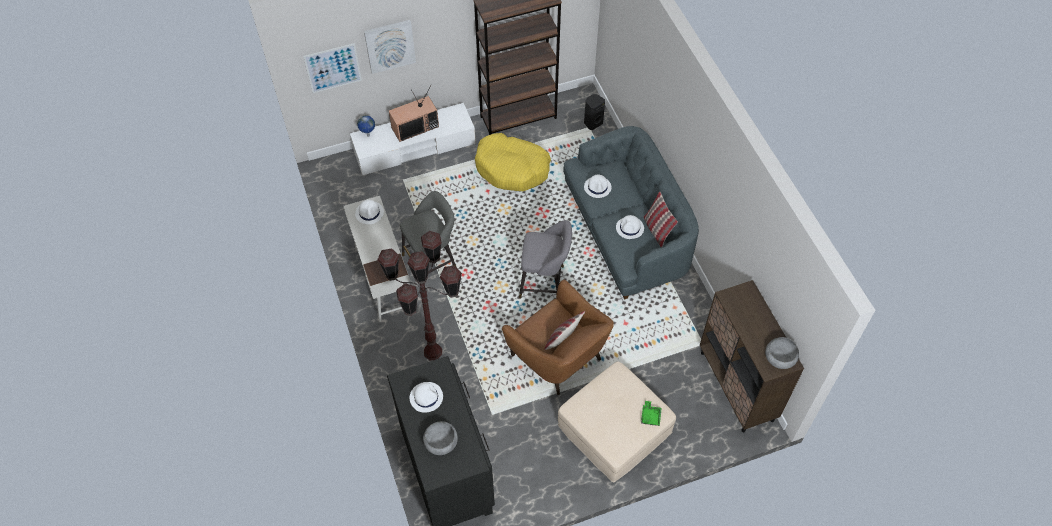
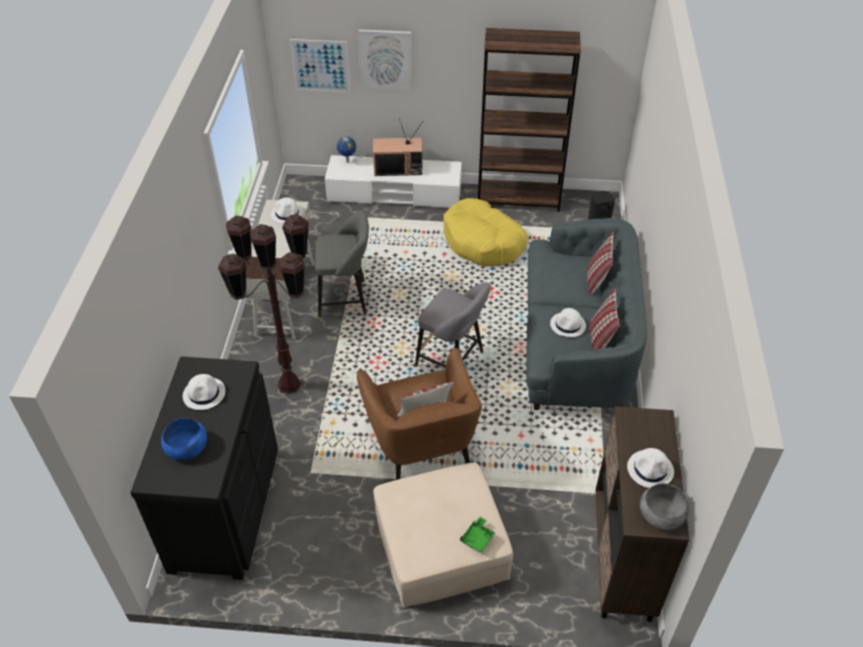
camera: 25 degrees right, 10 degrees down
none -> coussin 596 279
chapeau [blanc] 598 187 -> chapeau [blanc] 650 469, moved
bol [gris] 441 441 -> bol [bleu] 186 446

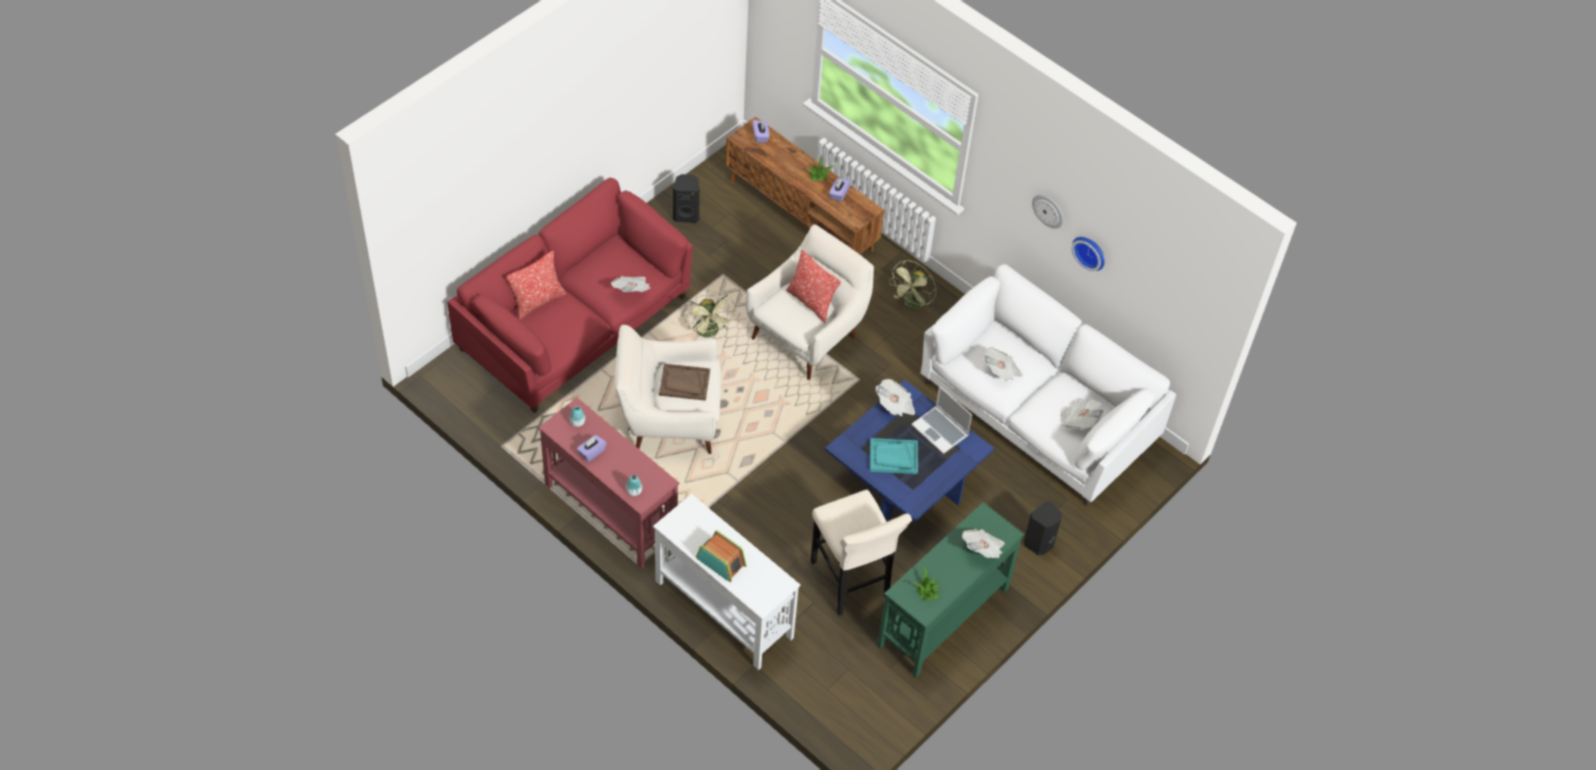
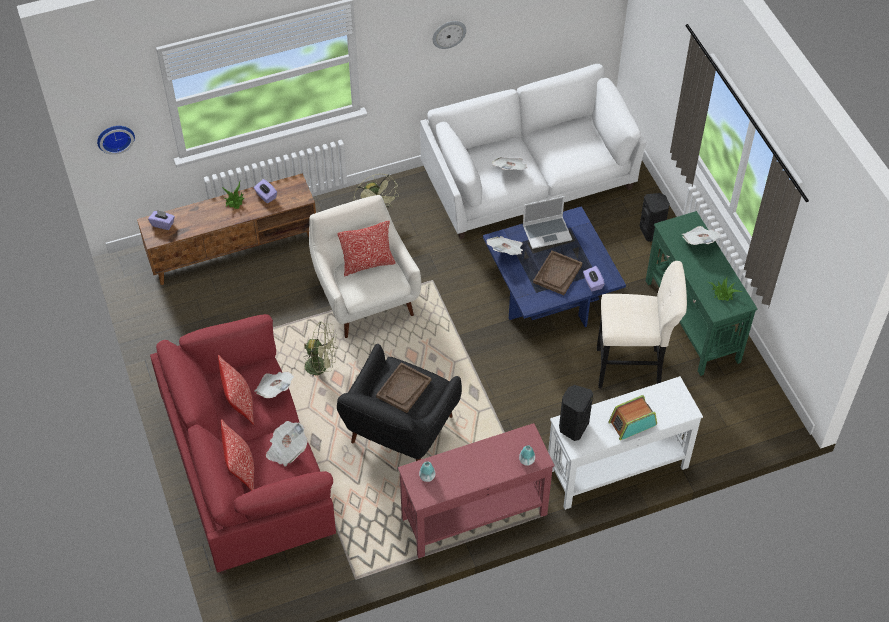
camera: 60 degrees left, 0 degrees up
none -> coussin 239 404
boîte à mouchoirs [violet] 591 452 -> boîte à mouchoirs [violet] 592 283, moved
enceinte [noir] 686 214 -> enceinte [noir] 573 427, moved
journal 1078 420 -> journal 286 449, moved
horloge murale 1090 251 -> horloge murale 115 137, moved
fauteuil [blanc] 669 420 -> fauteuil [noir] 399 434
plateau [turquoise] 893 457 -> plateau [marron] 557 274

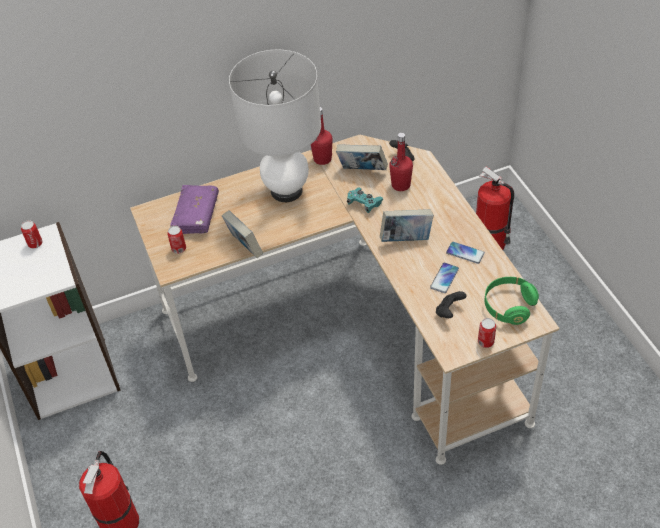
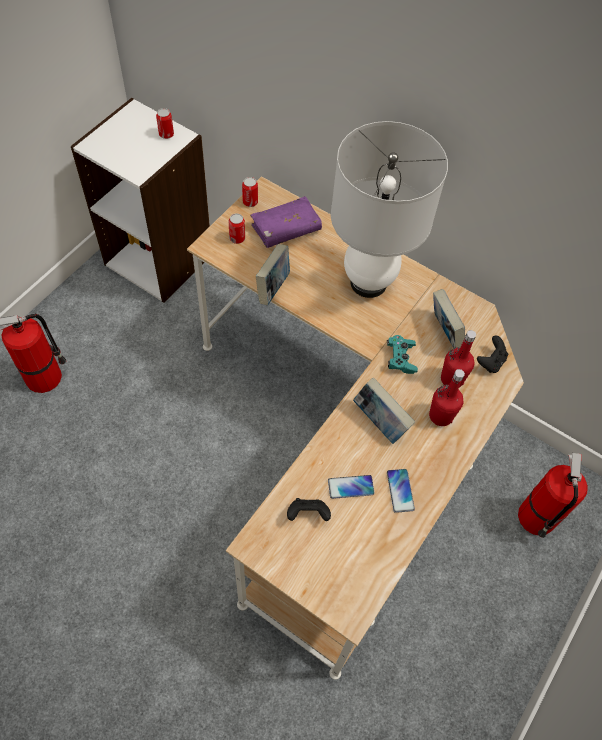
camera: 50 degrees right, 10 degrees up
casque audio [vert] 508 306 -> none
bouteille [rouge] 322 159 -> bouteille [rouge] 440 416, moved
boîte métallique 485 342 -> boîte métallique 250 202, moved

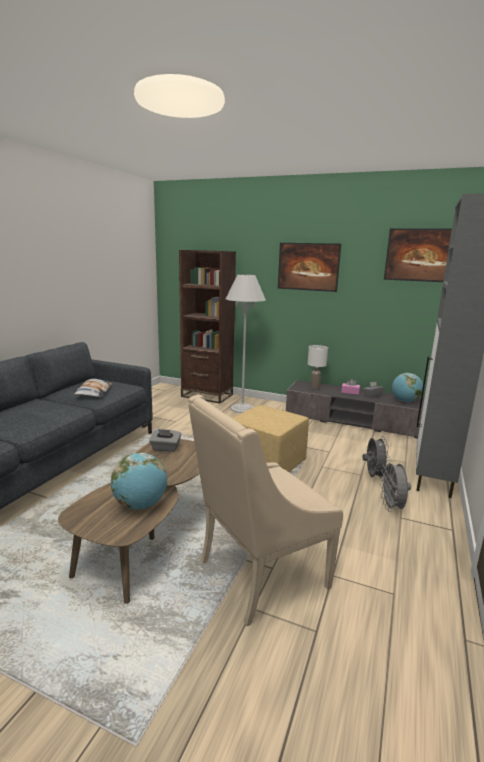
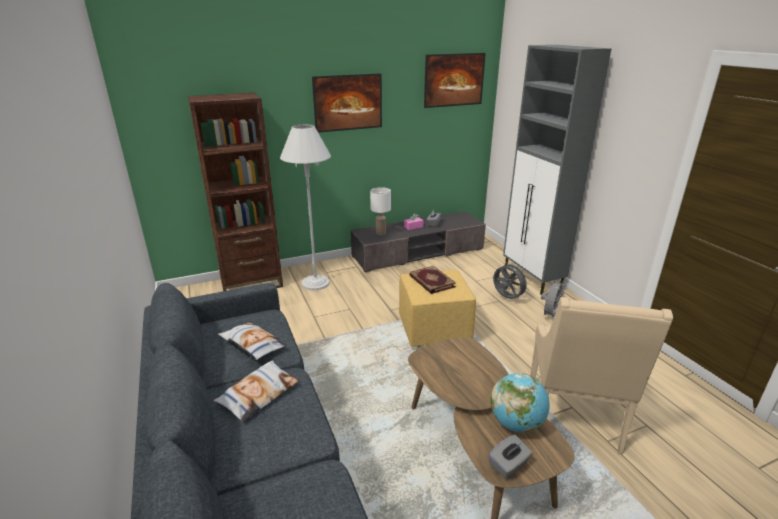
camera: 45 degrees left, 10 degrees up
globe 405 401 -> none
none -> coussin 258 394
none -> livre 431 281
boîte à mouchoirs [gris] 165 448 -> boîte à mouchoirs [gris] 508 465, moved
ventilateur [gris] 392 507 -> ventilateur [gris] 550 316, 105 degrees counterclockwise

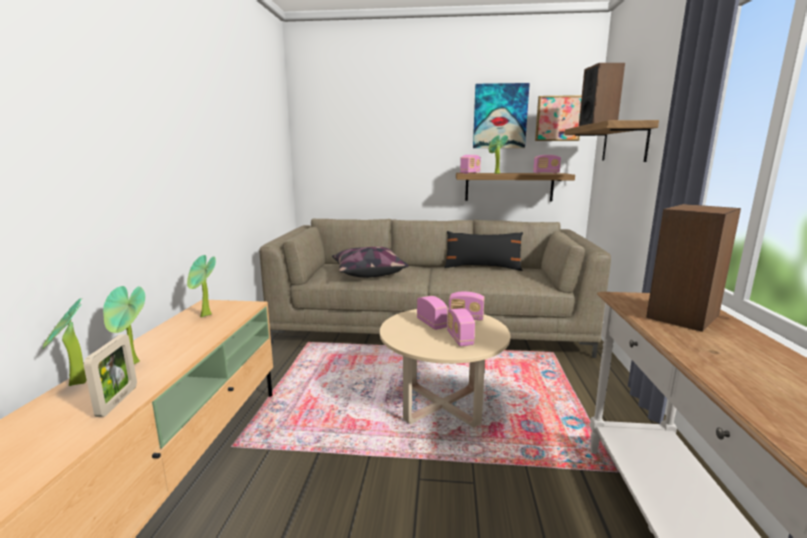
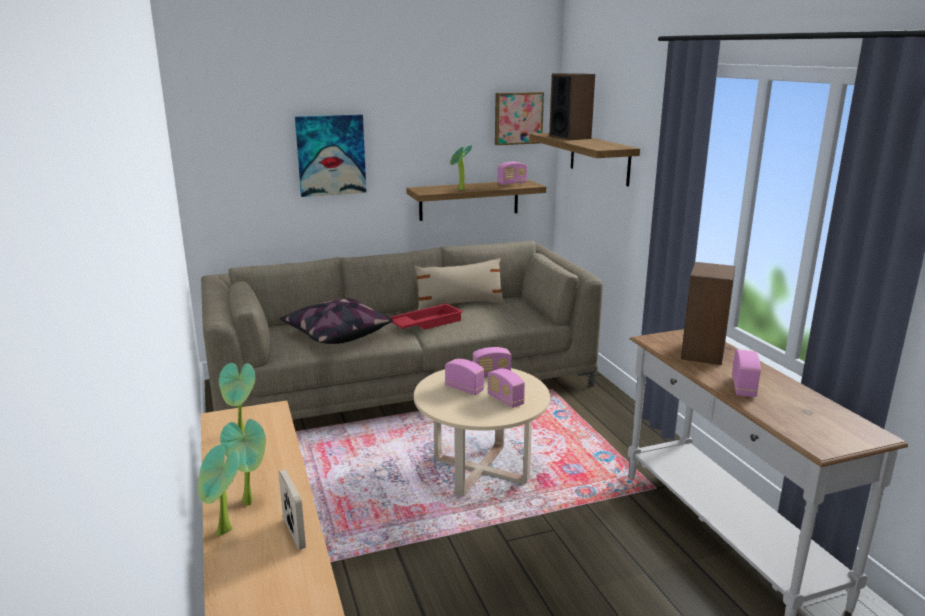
camera: 25 degrees left, 5 degrees up
none -> plateau [rouge] 425 323
radio 470 173 -> radio 743 387, moved
tableau 500 116 -> tableau 331 155, moved
coussin [noir] 482 267 -> coussin [beige] 459 304

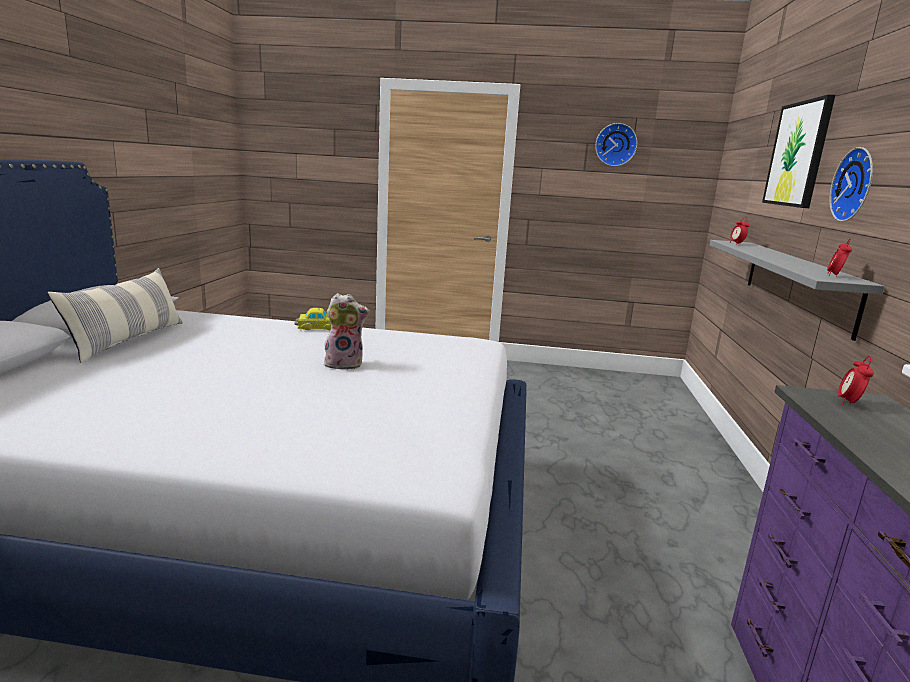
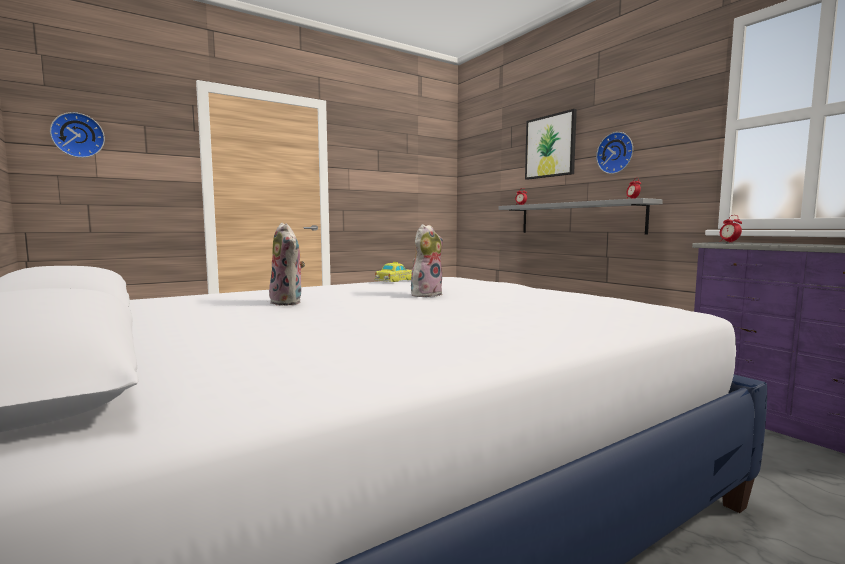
camera: 40 degrees left, 10 degrees down
coussin 128 340 -> none
none -> peluche 289 302
petite voiture 316 327 -> petite voiture 393 280, moved
horloge murale 615 145 -> horloge murale 78 135, moved

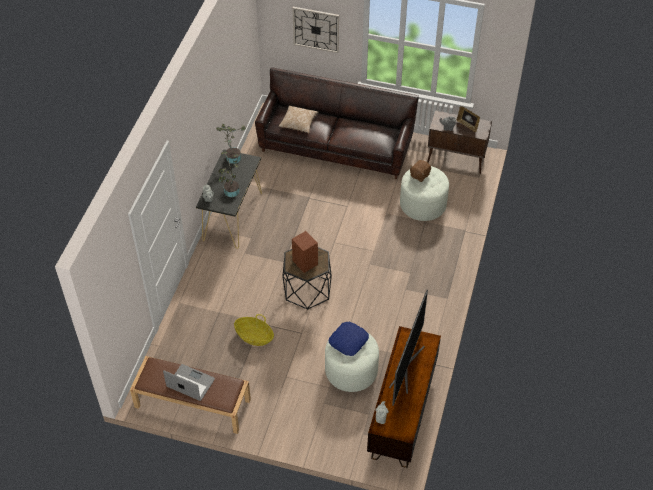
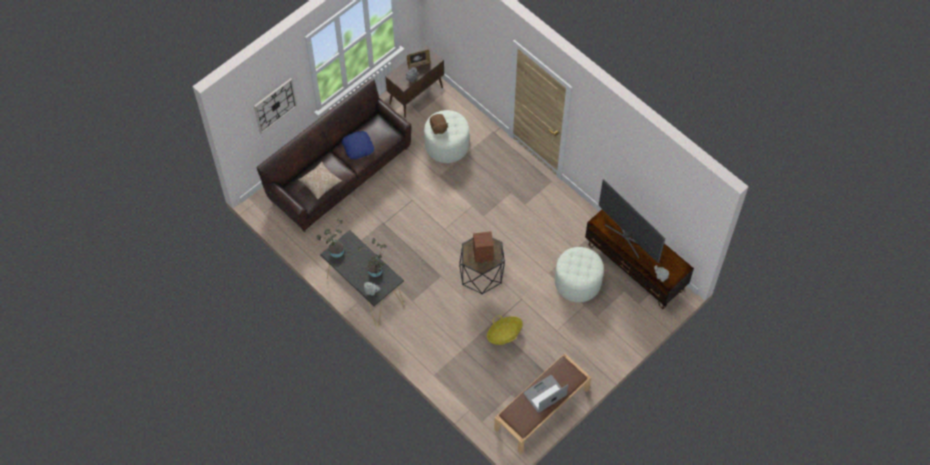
camera: 60 degrees left, 10 degrees up
coussin [bleu] 349 341 -> coussin [bleu] 358 147, moved

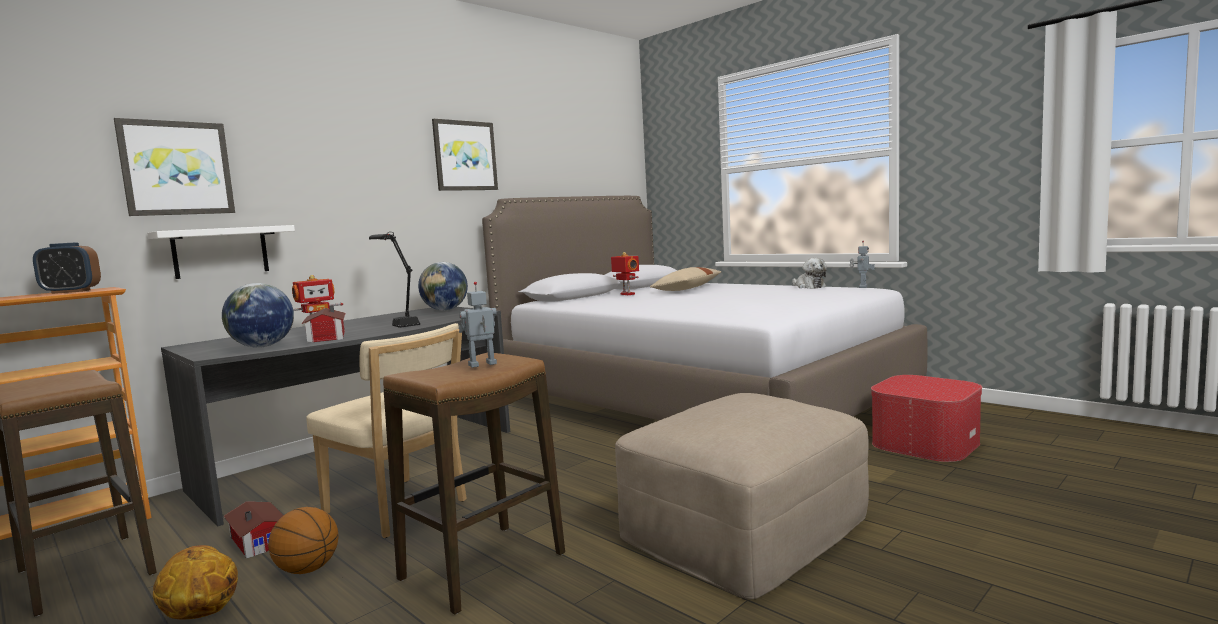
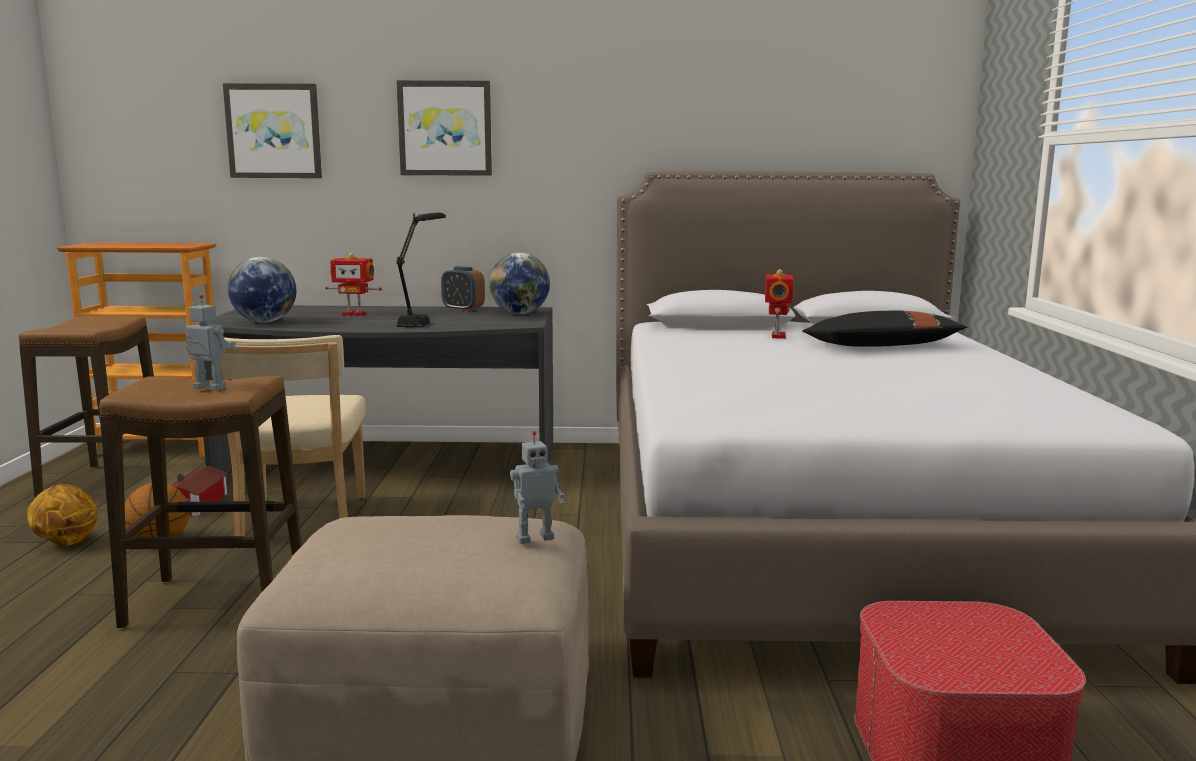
camera: 45 degrees right, 5 degrees up
étagère [blanc] 221 252 -> none
maison miniature 325 337 -> none
peluche 809 287 -> none
réveil 71 292 -> réveil 463 309, moved
tableau 465 156 -> tableau 445 128, moved
robot jouet 862 287 -> robot jouet 534 538, moved
coussin [beige] 687 289 -> coussin [noir] 882 346

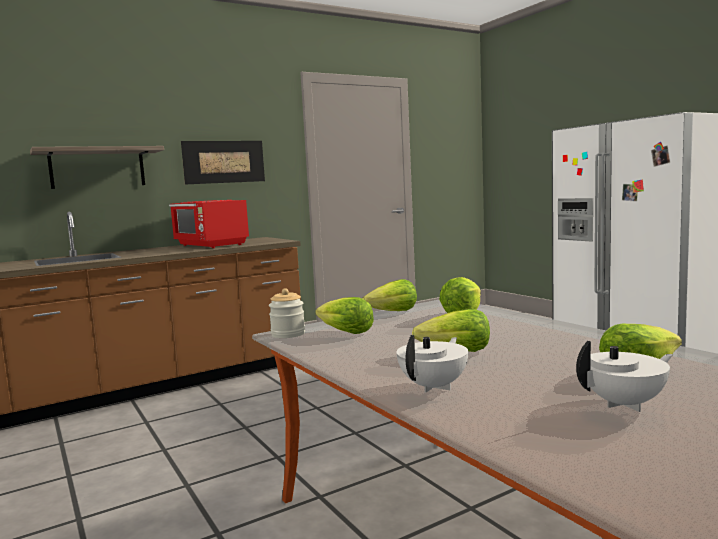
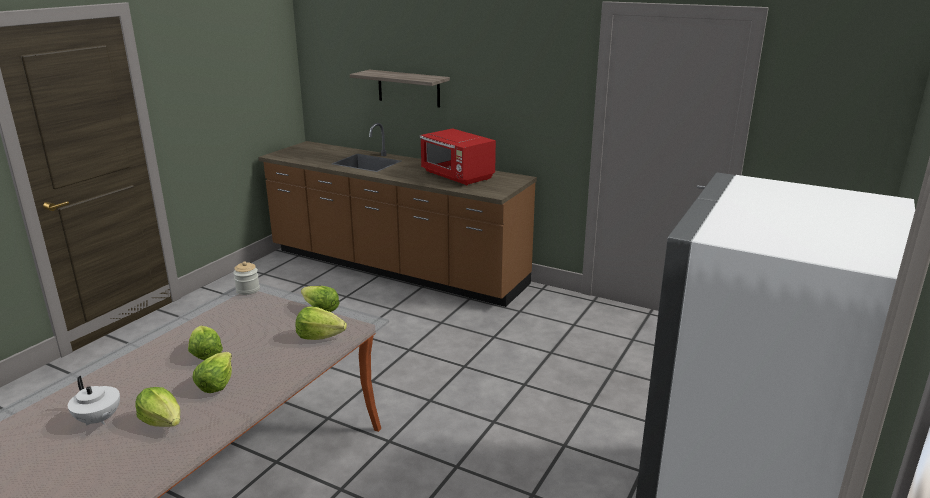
camera: 60 degrees right, 15 degrees up
tableau 224 162 -> none
théière [blanc] 434 386 -> none
laitue 345 332 -> laitue 216 383, moved
micro-ondes [rouge] 210 245 -> micro-ondes [rouge] 457 176, 60 degrees counterclockwise

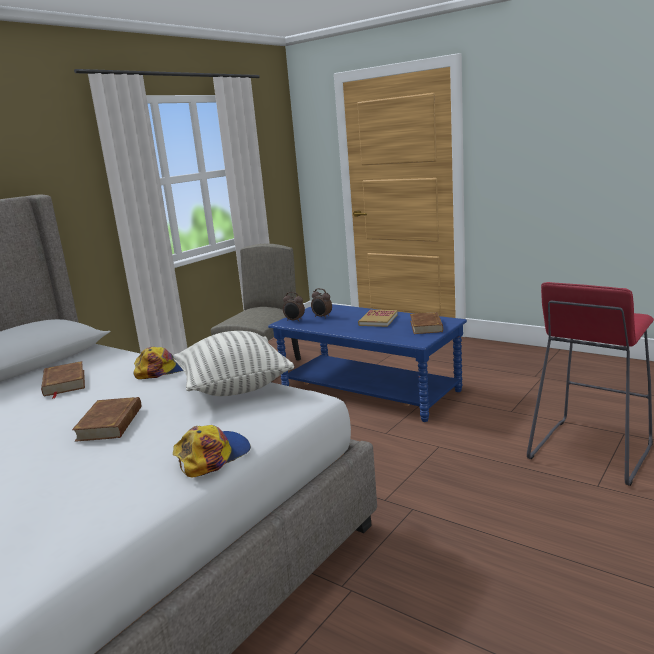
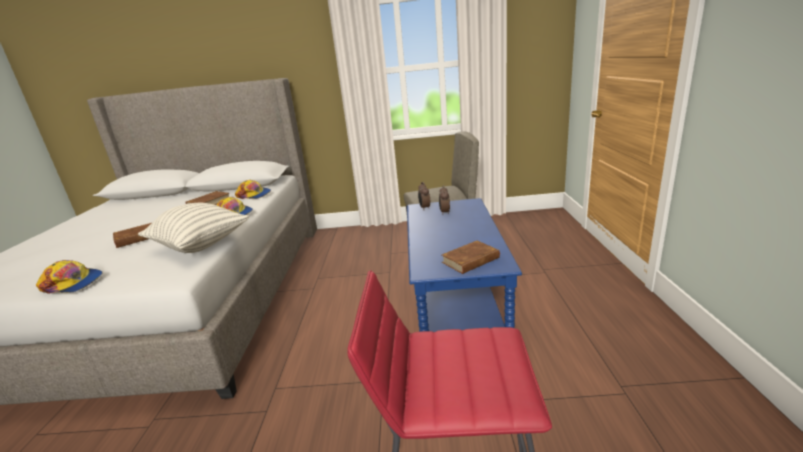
camera: 55 degrees right, 5 degrees up
livre 378 320 -> none
none -> casquette 254 195

